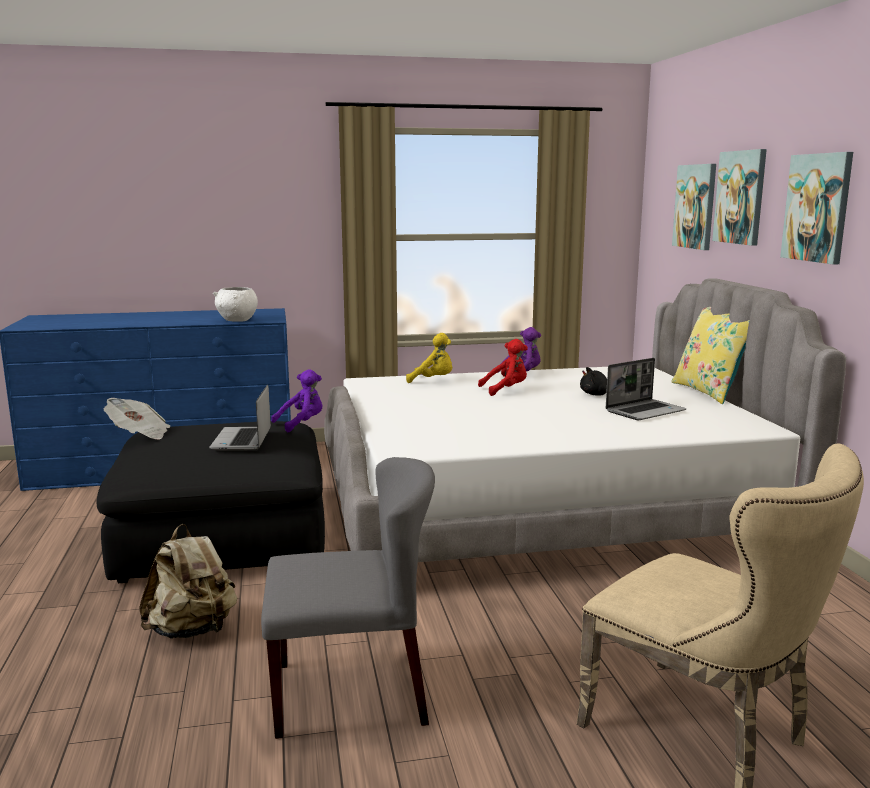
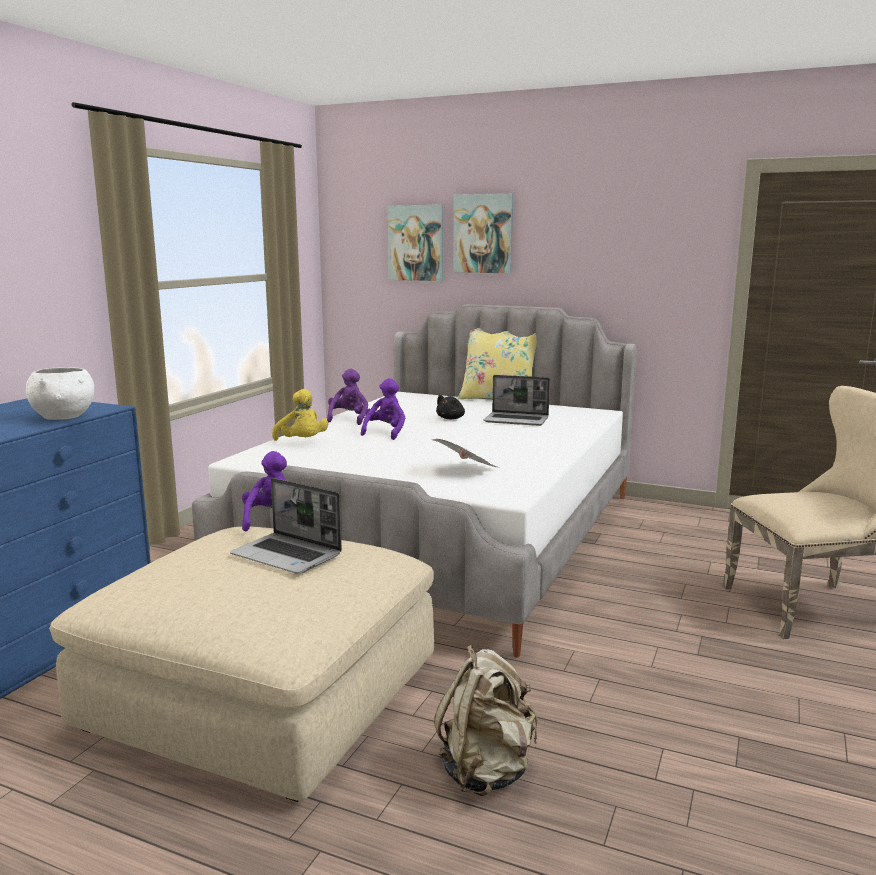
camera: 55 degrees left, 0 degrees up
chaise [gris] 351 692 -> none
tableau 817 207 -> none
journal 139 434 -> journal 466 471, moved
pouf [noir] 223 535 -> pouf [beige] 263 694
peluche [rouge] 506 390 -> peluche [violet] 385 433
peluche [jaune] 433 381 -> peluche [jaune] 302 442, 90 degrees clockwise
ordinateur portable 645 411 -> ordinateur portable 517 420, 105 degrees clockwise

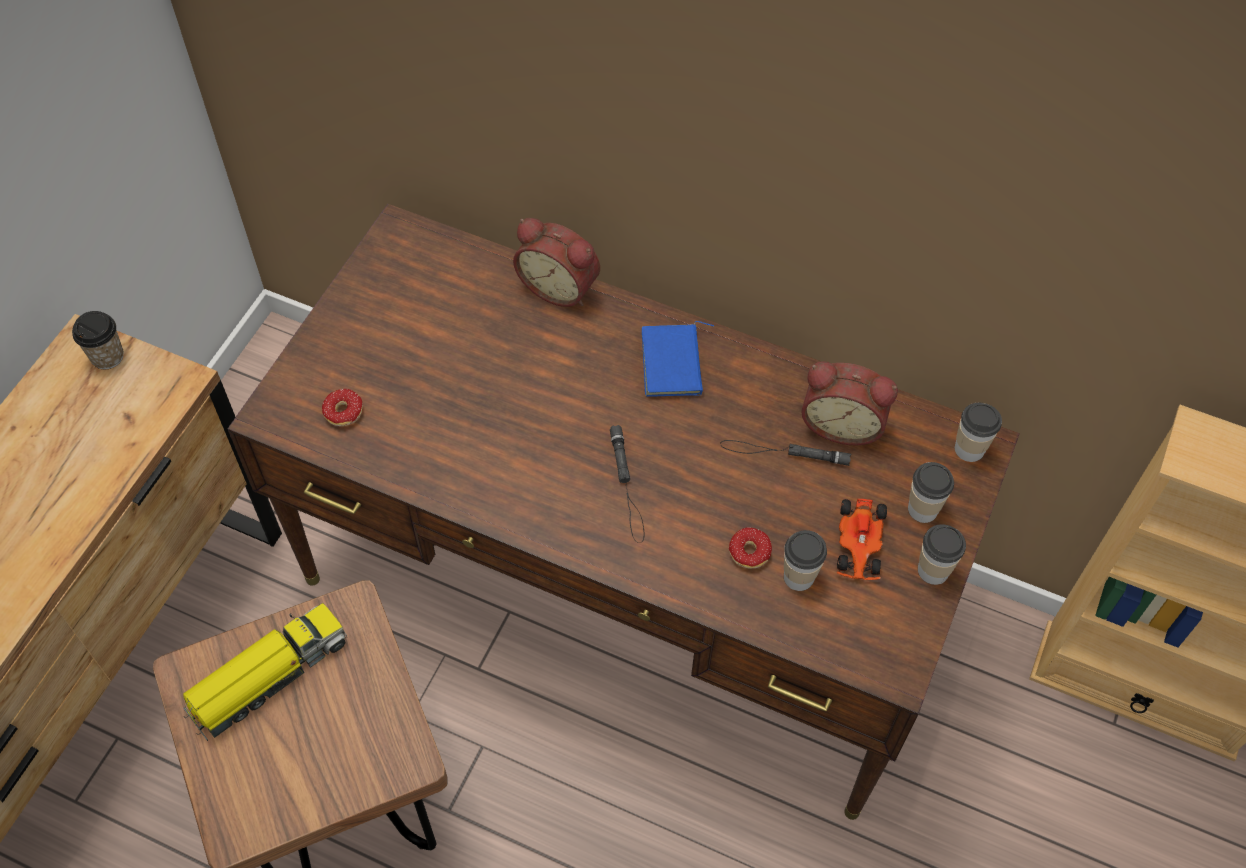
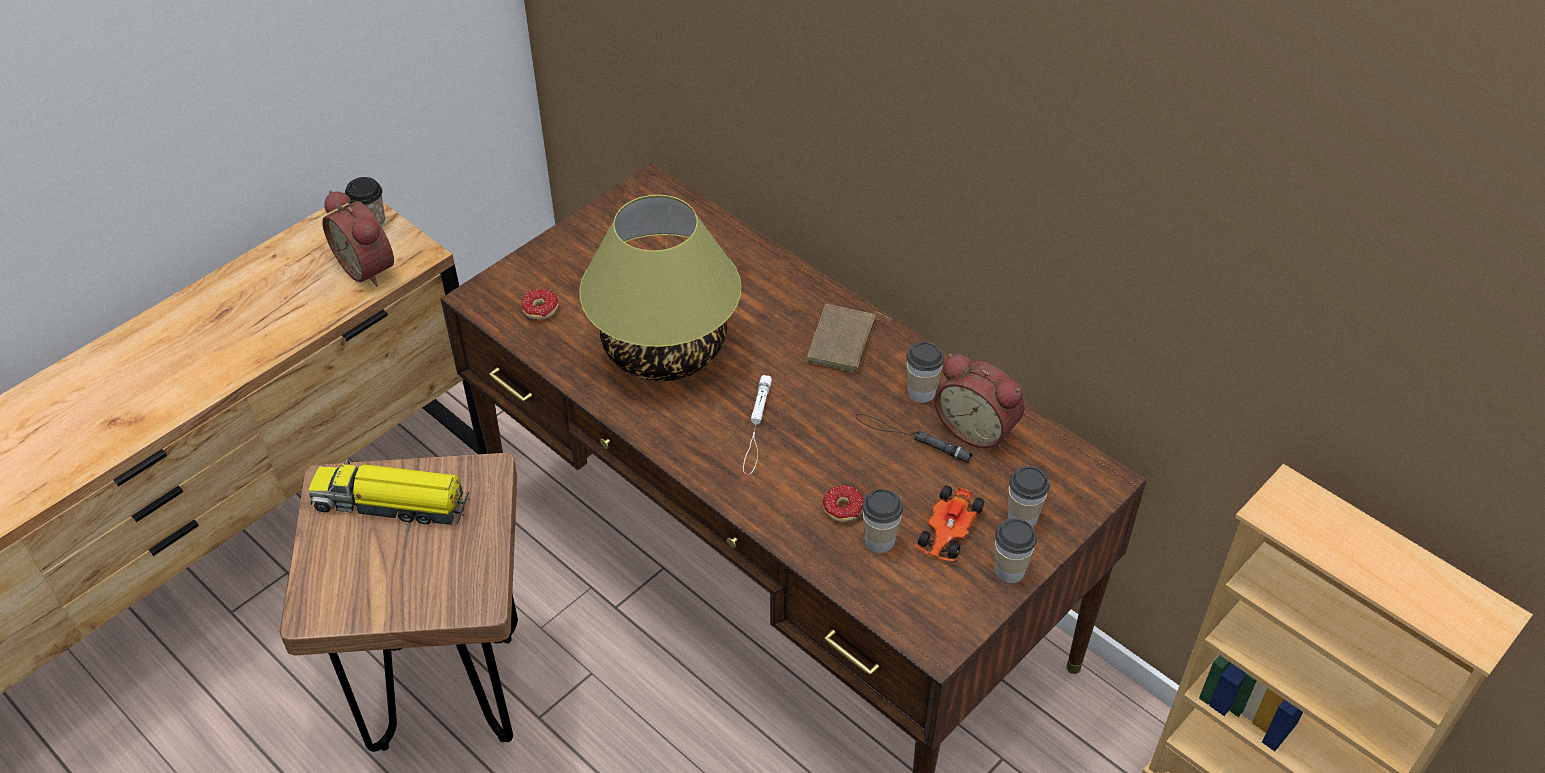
camera: 20 degrees right, 10 degrees down
none -> lampe de table 664 350
réveil 560 286 -> réveil 369 266, moved
tasse 969 449 -> tasse 921 392, moved
lampe de poche [noir] 627 486 -> lampe de poche [blanc] 757 427
livre [bleu] 674 364 -> livre [marron] 843 343
camion jouet 267 677 -> camion jouet 392 504, 150 degrees counterclockwise

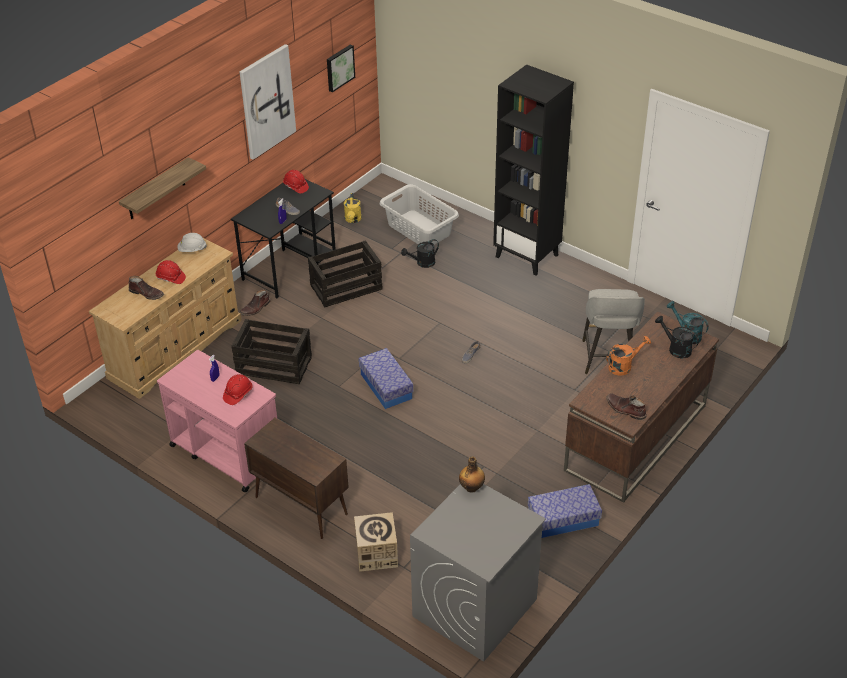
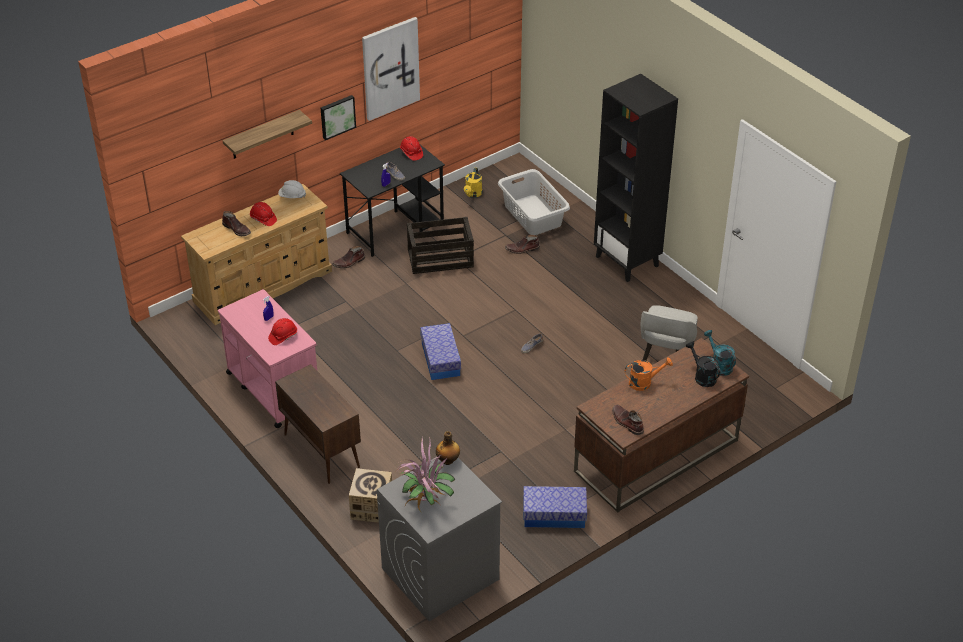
camera: 15 degrees right, 0 degrees up
caisse 273 365 -> none
none -> plante en pot 426 501
tableau 339 67 -> tableau 337 116, moved
arrosoir [noir] 422 263 -> botte [marron] 522 249

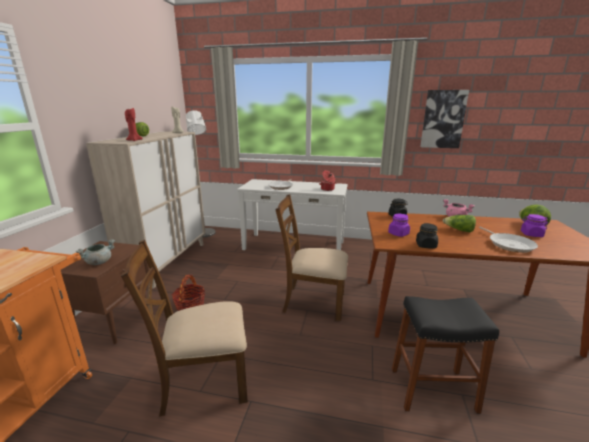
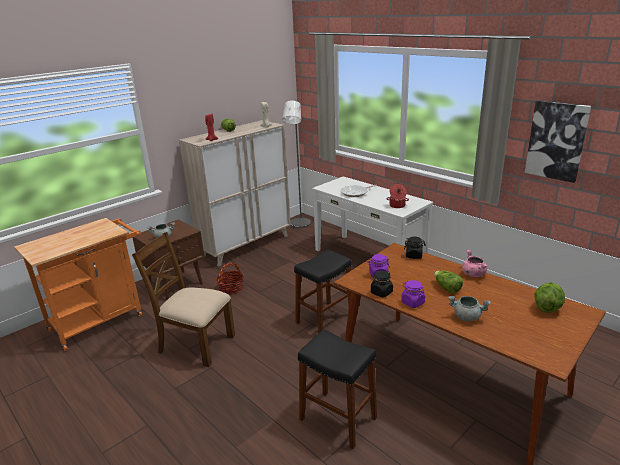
camera: 35 degrees right, 5 degrees up
bocal [violet] 531 234 -> bocal [violet] 412 302, moved
chaise [marron] 313 302 -> tabouret [noir] 324 318
poêle 509 244 -> marmite [gris] 467 317

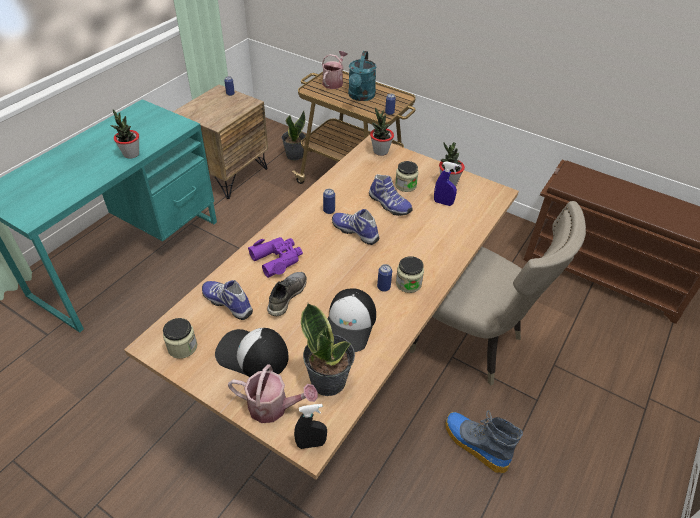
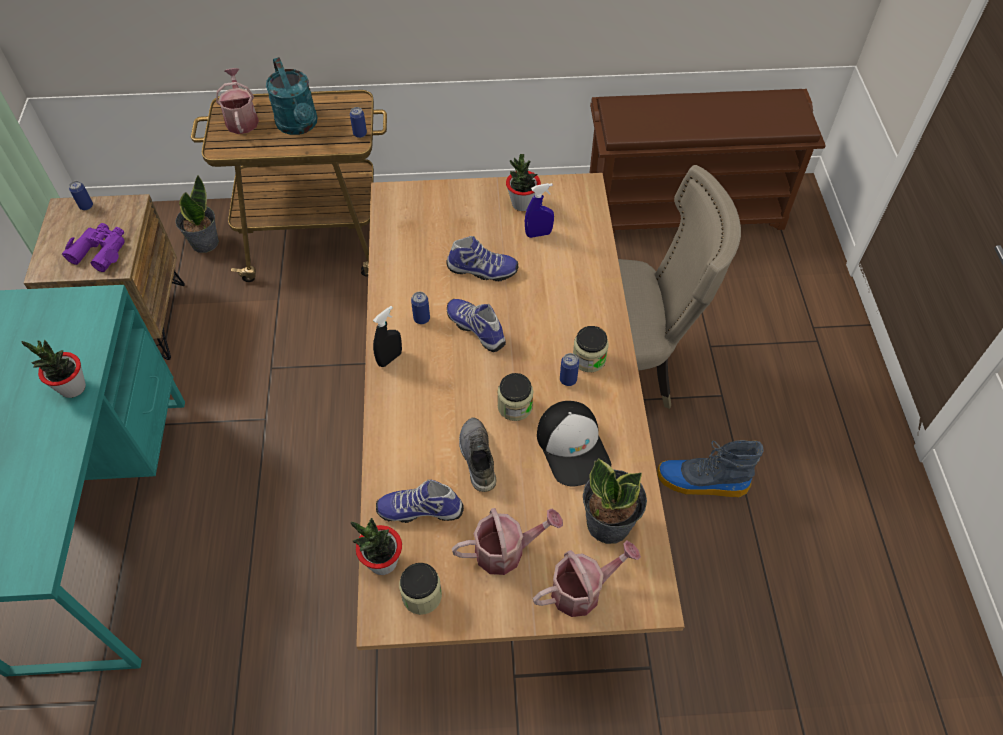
camera: 35 degrees left, 10 degrees up
jumelles [violet] 277 259 -> jumelles [violet] 100 251, moved
vaporisateur [noir] 311 444 -> vaporisateur [noir] 390 358, moved
plante en pot 380 151 -> plante en pot 382 562, moved
bocal 405 185 -> bocal 515 406, moved
casquette 252 355 -> arrosoir 506 550
chaussure 356 231 -> chaussure 477 328, 45 degrees clockwise

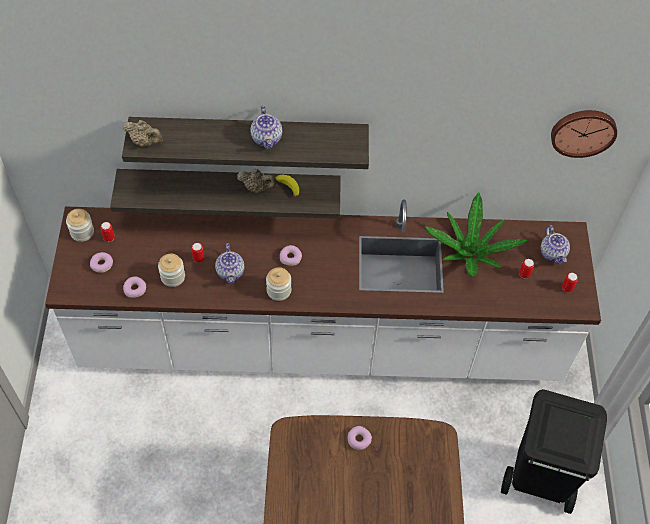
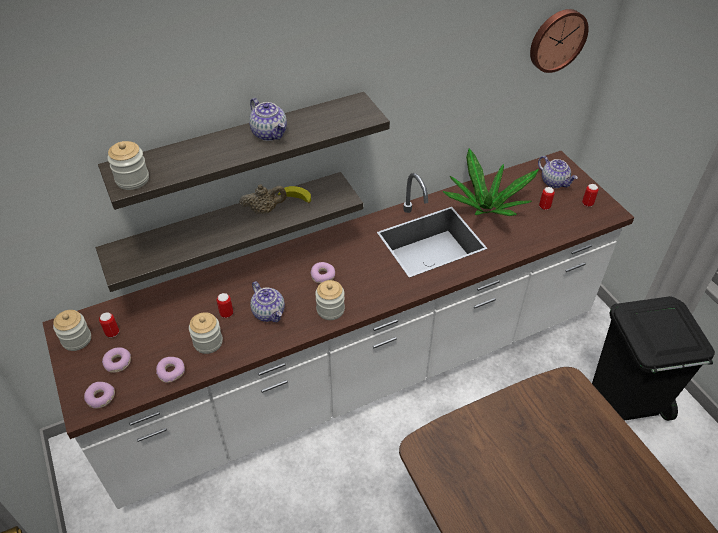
camera: 25 degrees left, 10 degrees down
beignet 358 440 -> beignet 100 398, moved
théière [beige] 145 142 -> bocal 132 179

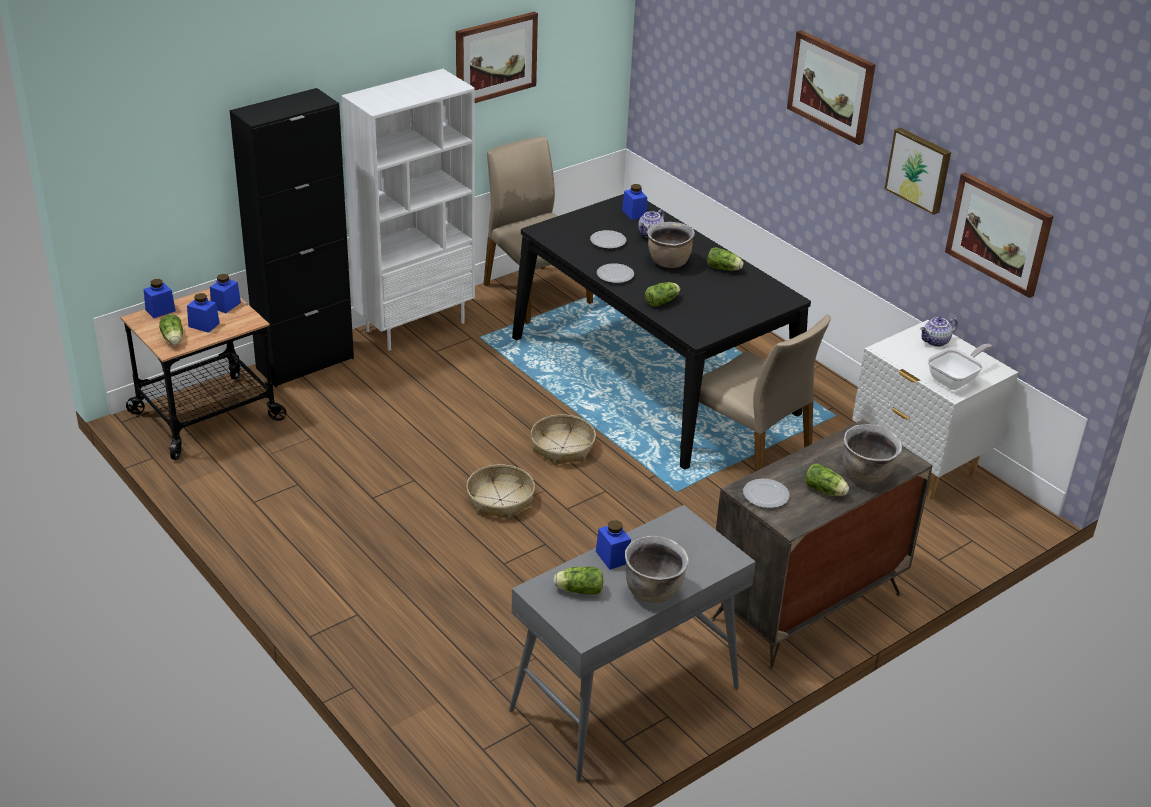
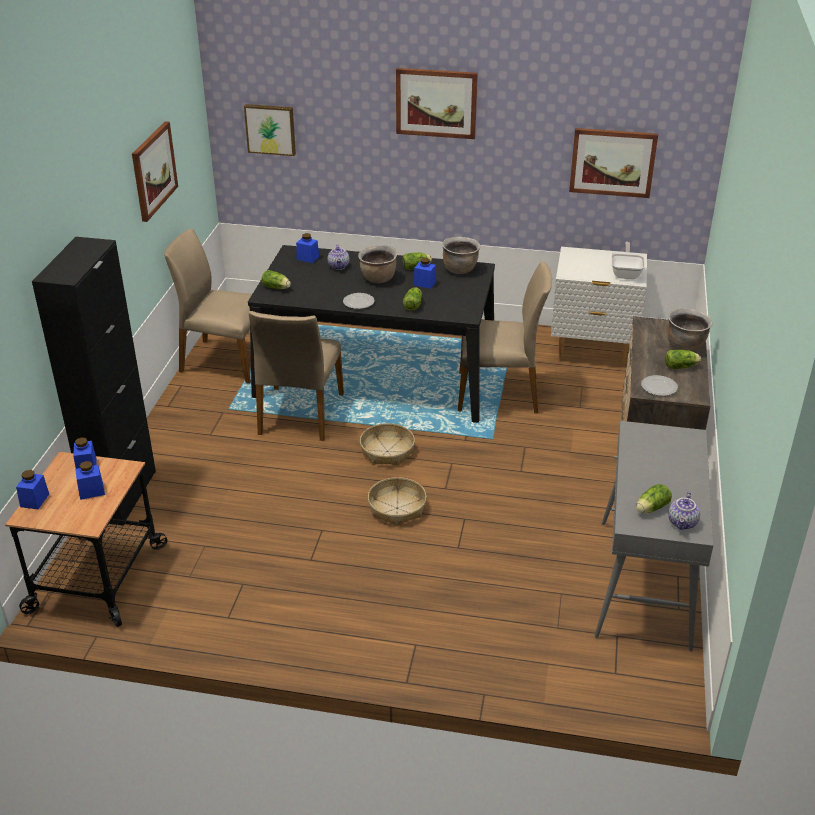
camera: 40 degrees left, 0 degrees up
bibliothèque [blanc] 415 326 -> none
assiette 608 241 -> none
none -> chaise [beige] 299 414
laitue 173 339 -> laitue 277 288, moved
bocal [bleu] 613 557 -> bocal [bleu] 424 283, moved
marmite [marron] 653 591 -> marmite [marron] 460 269, moved
tableau 919 170 -> tableau 270 129, moved
théière 935 342 -> théière 683 523, moved

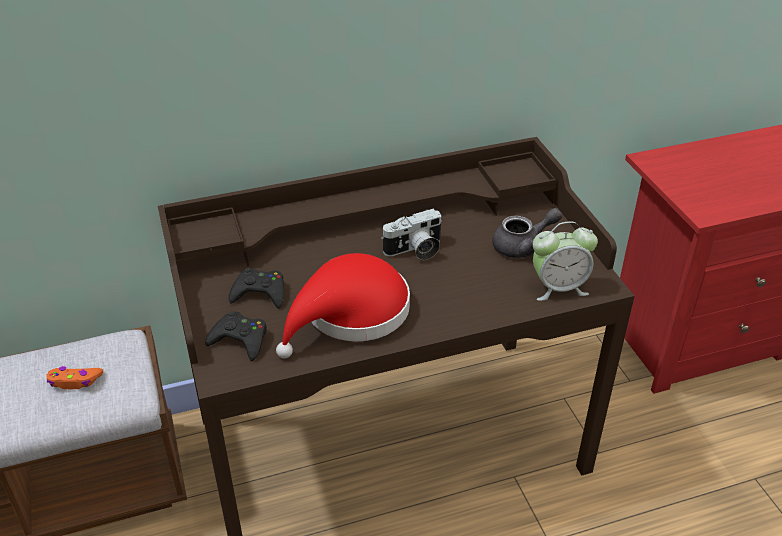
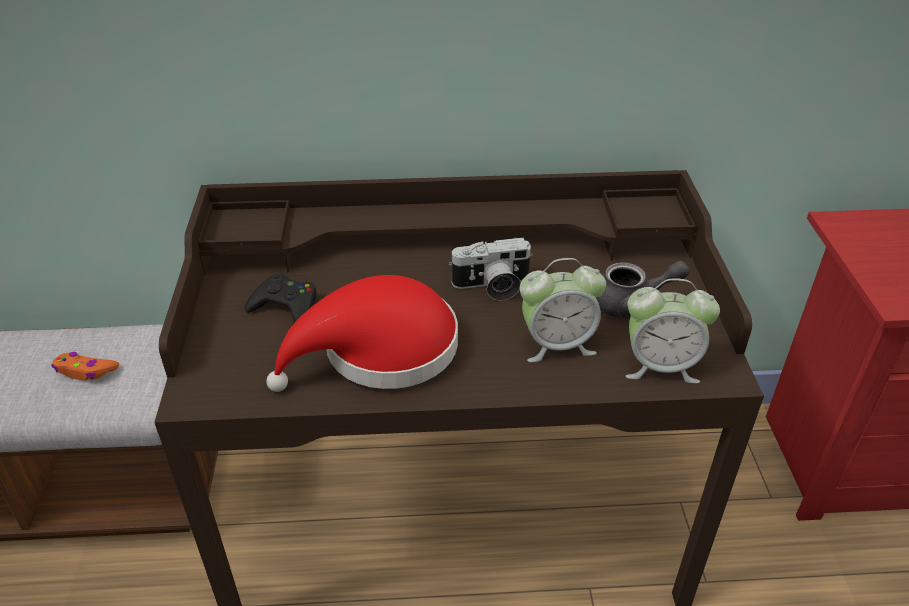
camera: 15 degrees right, 0 degrees up
manette [noir] 240 340 -> none
none -> réveil 557 344

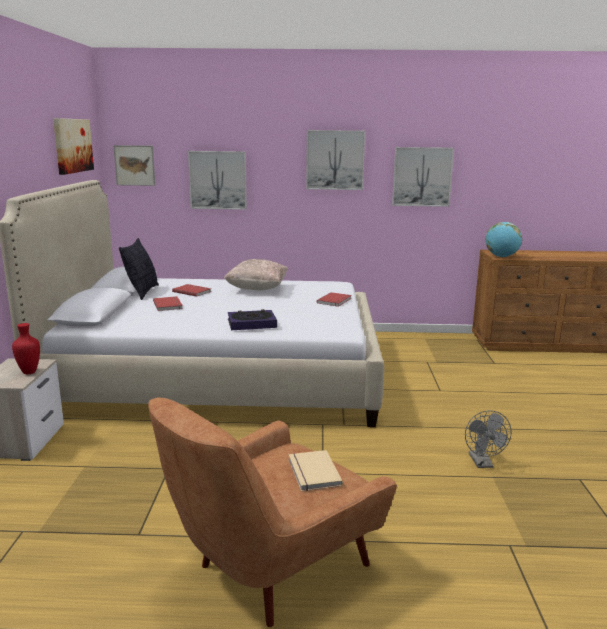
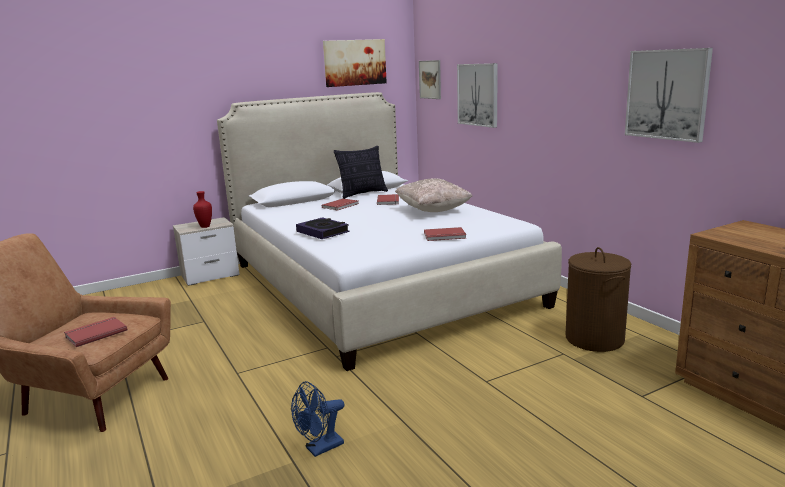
camera: 60 degrees right, 0 degrees up
tableau 335 160 -> none
globe 501 257 -> none
none -> panier à linge [marron] 594 339
livre [beige] 312 473 -> livre [rouge] 95 333
ventilateur [gris] 482 463 -> ventilateur [bleu] 320 449

